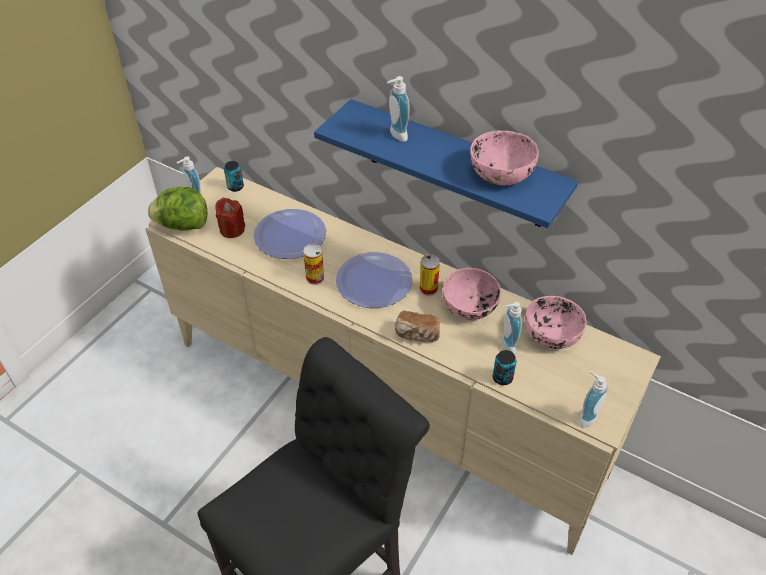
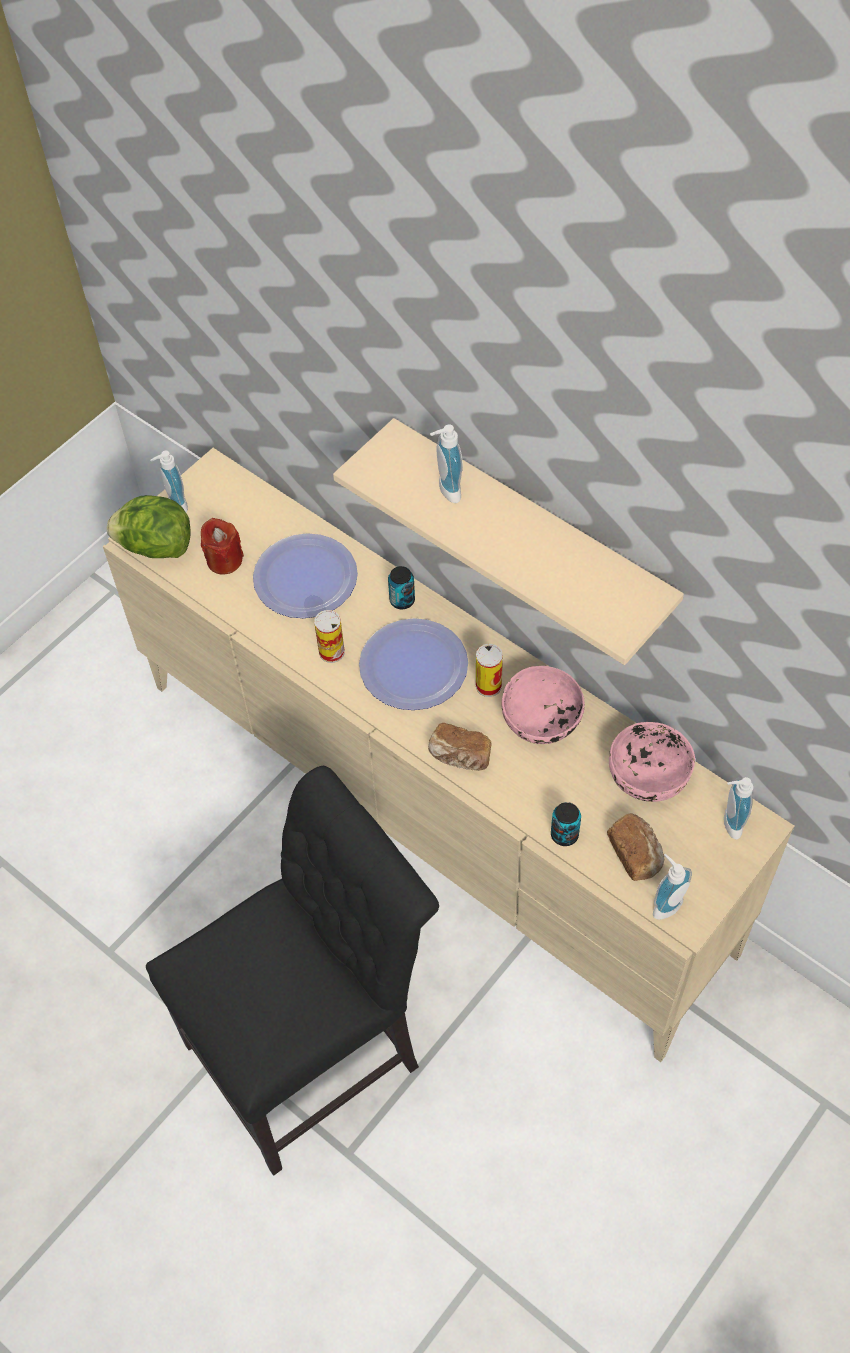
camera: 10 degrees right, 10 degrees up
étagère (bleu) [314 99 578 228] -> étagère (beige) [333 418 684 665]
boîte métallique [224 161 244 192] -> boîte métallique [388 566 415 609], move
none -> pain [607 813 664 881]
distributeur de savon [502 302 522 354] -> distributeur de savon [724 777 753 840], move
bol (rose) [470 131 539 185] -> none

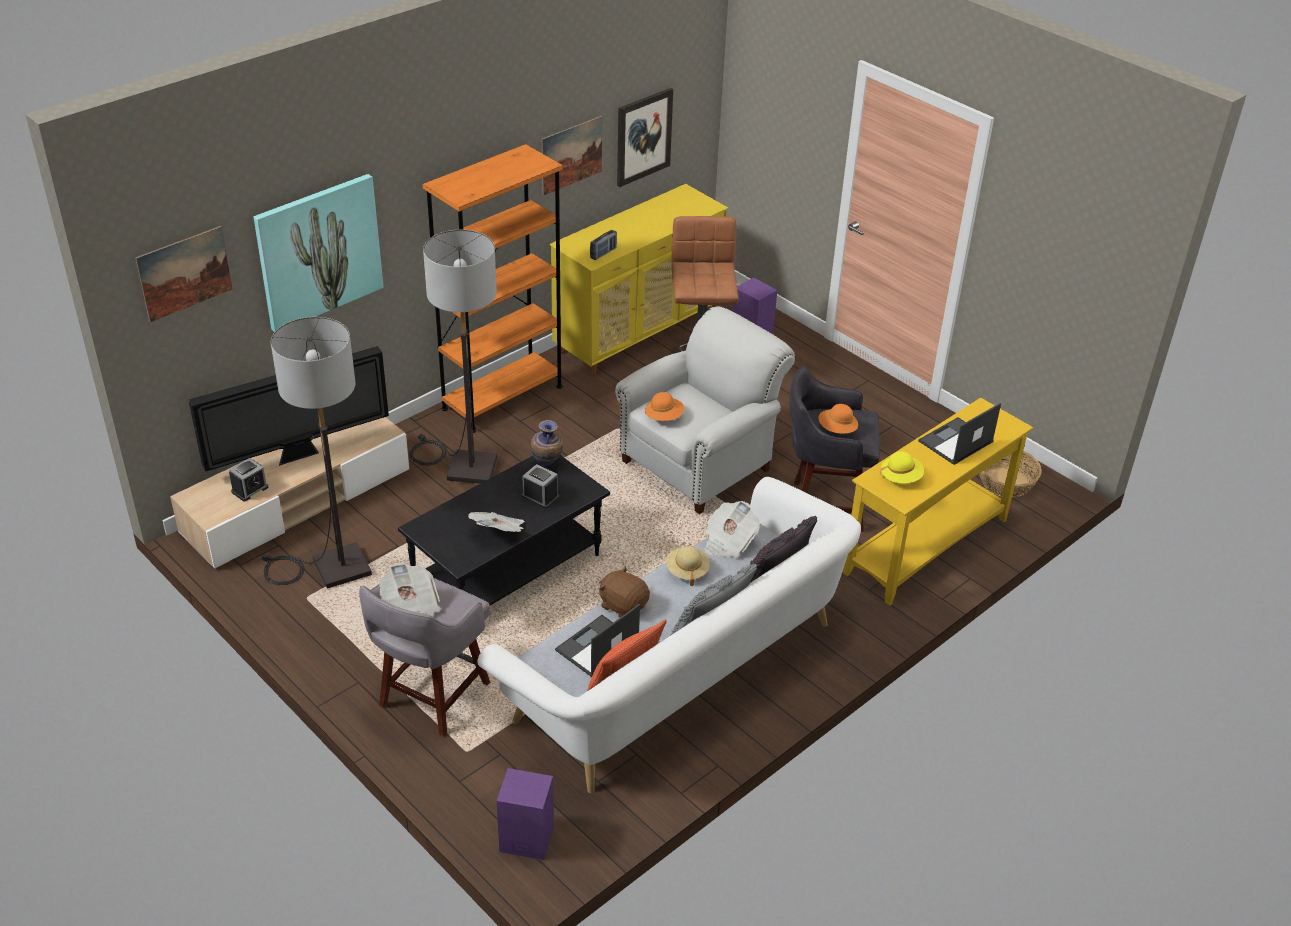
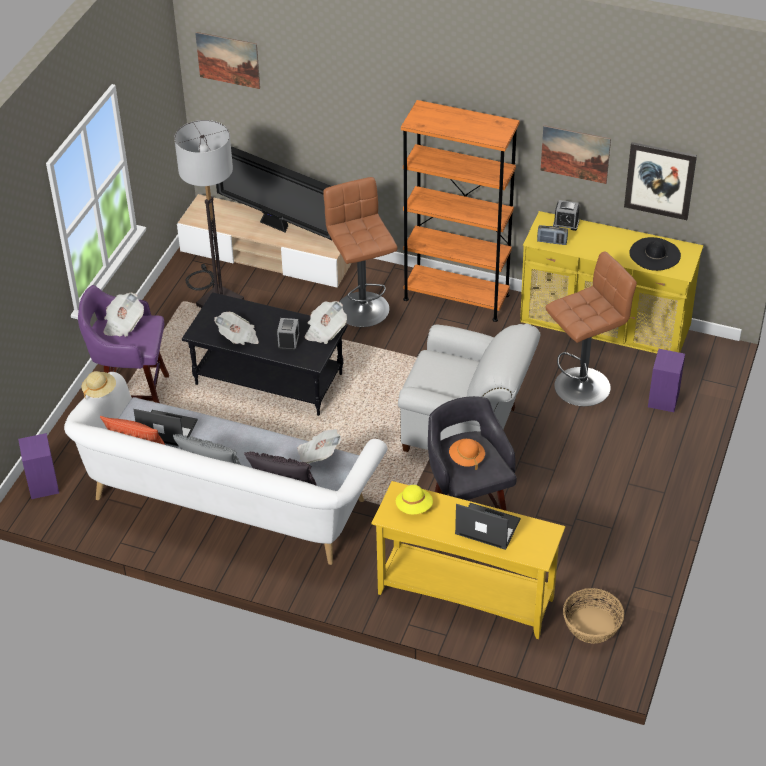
camera: 65 degrees right, 5 degrees up
tabouret (gris) [359 578 490 737] -> tabouret (violet) [78 285 169 403]
chapeau (beige) [666 546 710 586] -> chapeau (beige) [81 371 116 399], move
vase [531 420 563 466] -> journal [305 301 347 344]
lampadaire [409 230 497 484] -> tabouret (marron) [323 177 398 327]
réveil [229 458 269 501] -> réveil [553 200 580 231], move
none -> chapeau (noir) [629 237 681 271]
tableau [253 174 383 332] -> none
peluche (marron) [599 566 650 618] -> none
chapeau (orange) [645 392 684 421] -> none

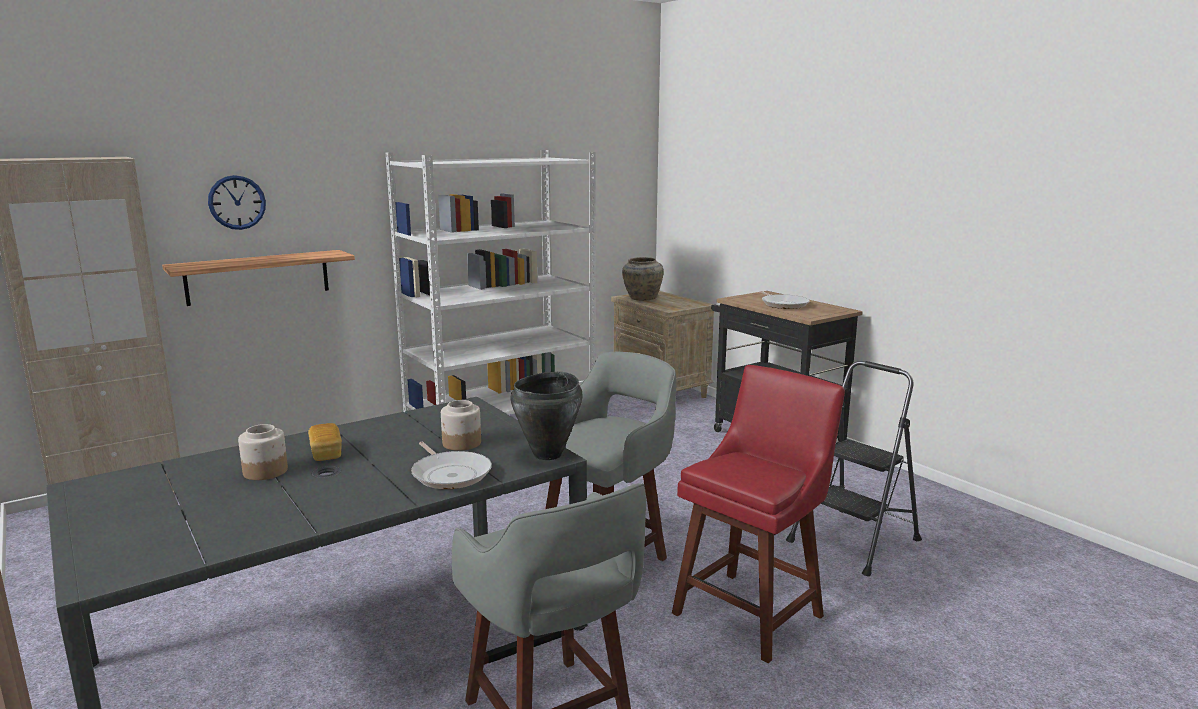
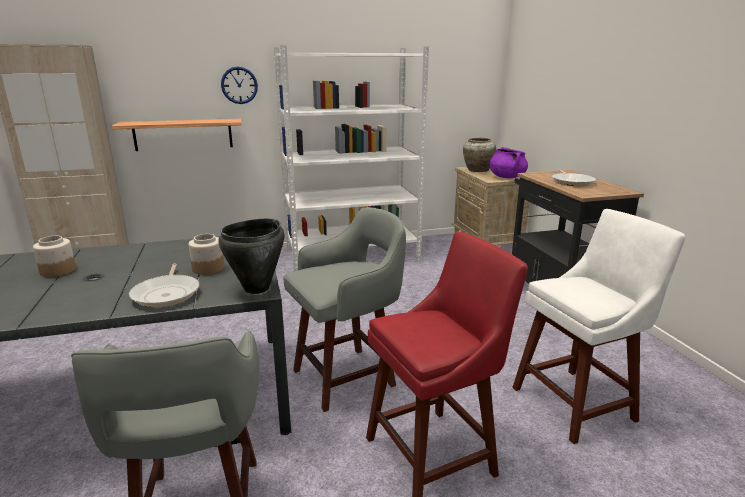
camera: 20 degrees right, 5 degrees up
horloge murale [208 175 266 230] -> horloge murale [221 67 258 104], move
none -> marmite (violet) [489 147 528 178]
escabeau (noir) [786 361 922 576] -> chaise (blanc) [512 209 685 444]
pain [308 423 342 461] -> none

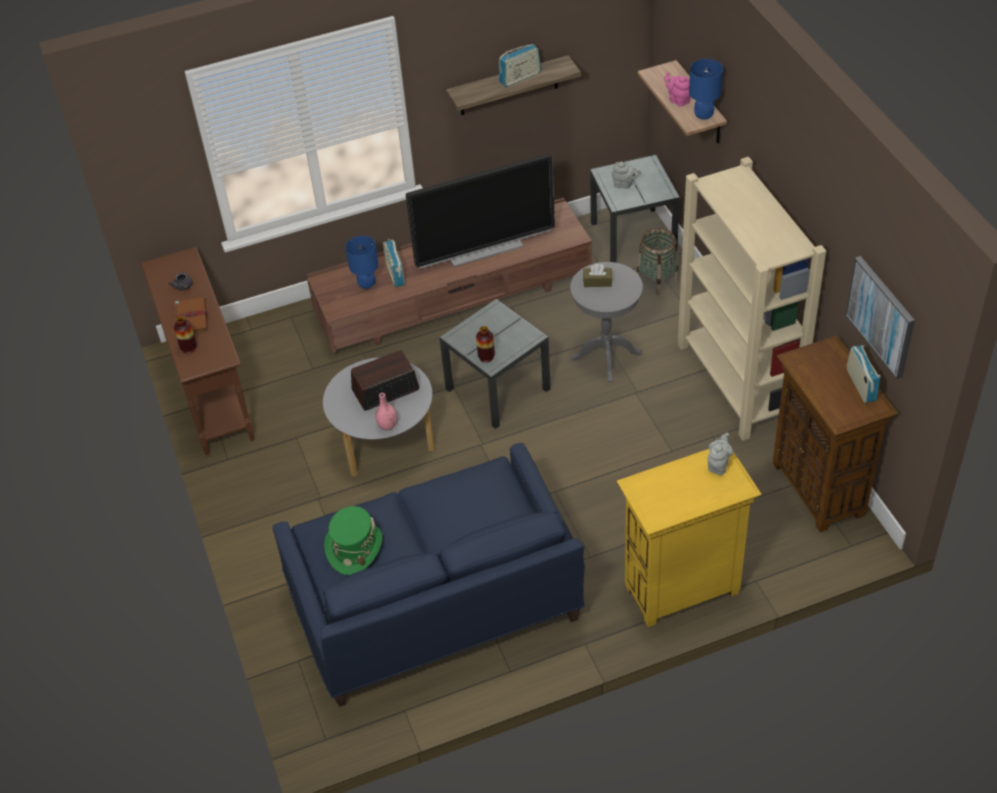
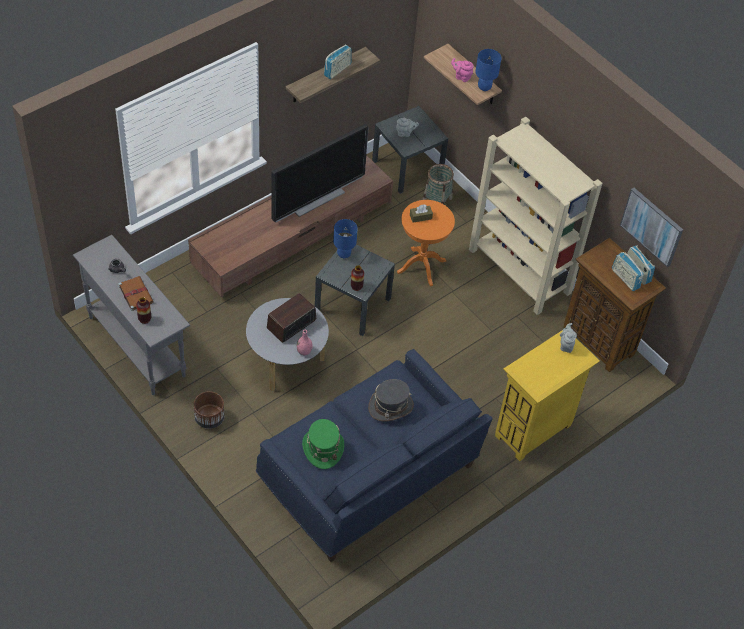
camera: 25 degrees left, 5 degrees up
table console (marron) [141 247 255 456] -> table console (gris) [73 235 190 395]
none -> cache-pot (marron) [194 391 224 429]
lampe de table (bleu) [346 236 379 289] -> lampe de table (bleu) [333 219 358 258], move
none -> chapeau (gris) [368 379 414 421]
table d'appoint (gris) [570 262 643 382] -> table d'appoint (orange) [397 200 455 286]
radio [383 239 405 287] -> radio [612 252 644 291], move

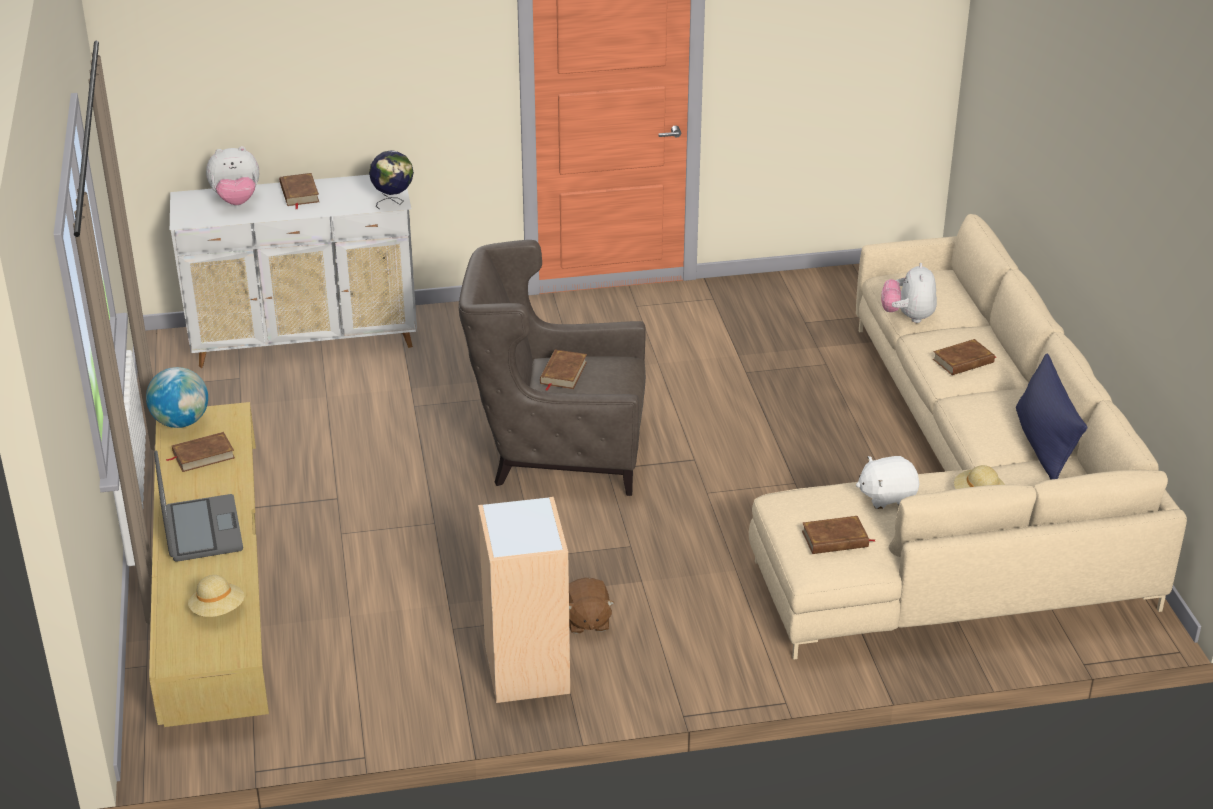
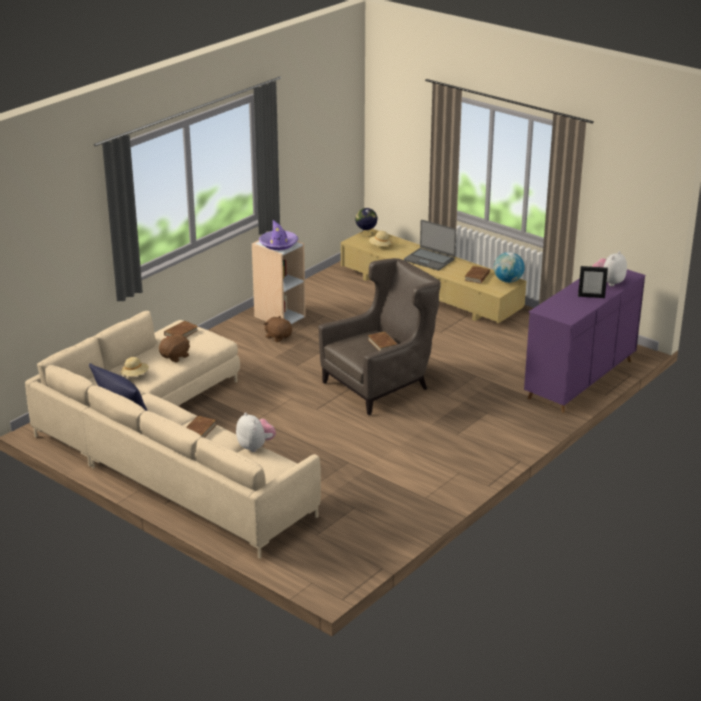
camera: 140 degrees right, 5 degrees down
peluche (blanc) [856 456 919 509] -> peluche (marron) [159 333 190 363]
none -> chapeau (violet) [259 220 298 250]
globe [369 150 414 209] -> globe [355 208 378 237], move
meuble de rangement (blanc) [170 175 417 369] -> meuble de rangement (violet) [524 269 646 413]
livre (marron) [280 173 319 210] -> cadre photo [578 266 608 298]

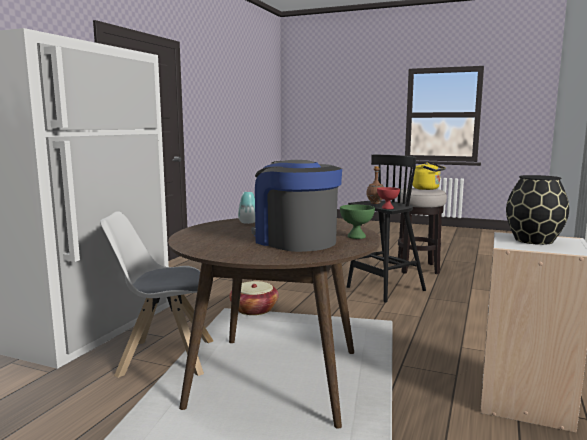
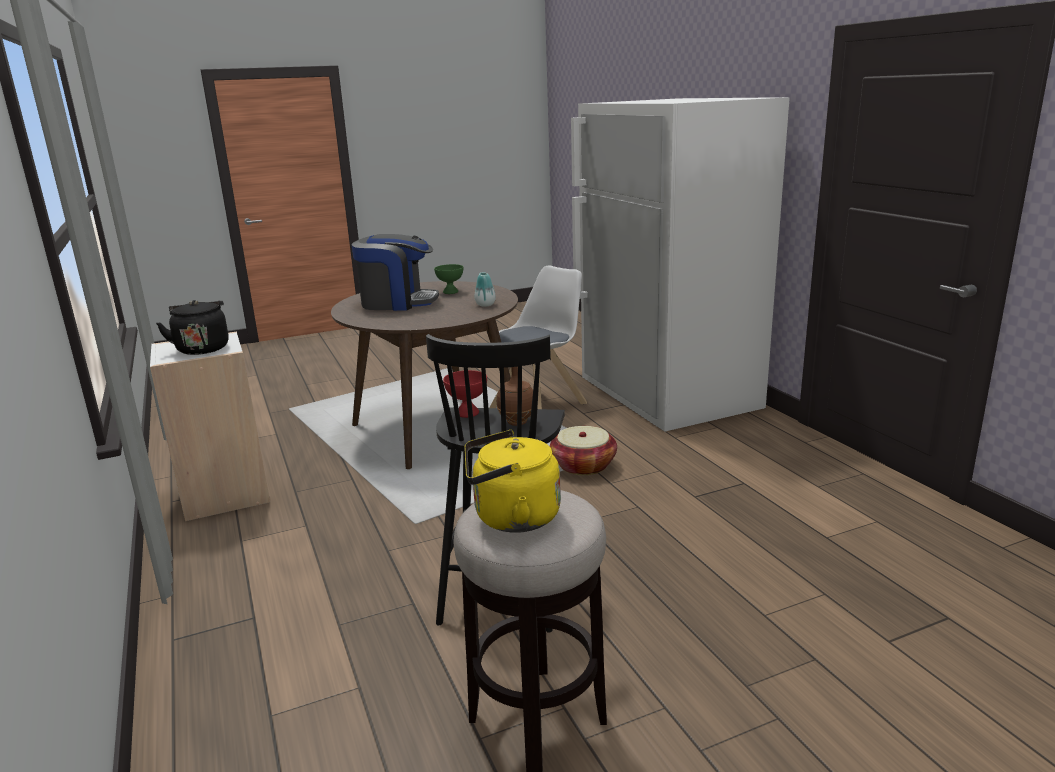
camera: 135 degrees right, 10 degrees up
vase (noir) [506 175 569 245] -> bouilloire (noir) [156 300 229 355]
bol (vert) [340 205 375 239] -> bol (vert) [434 264 464 294], move

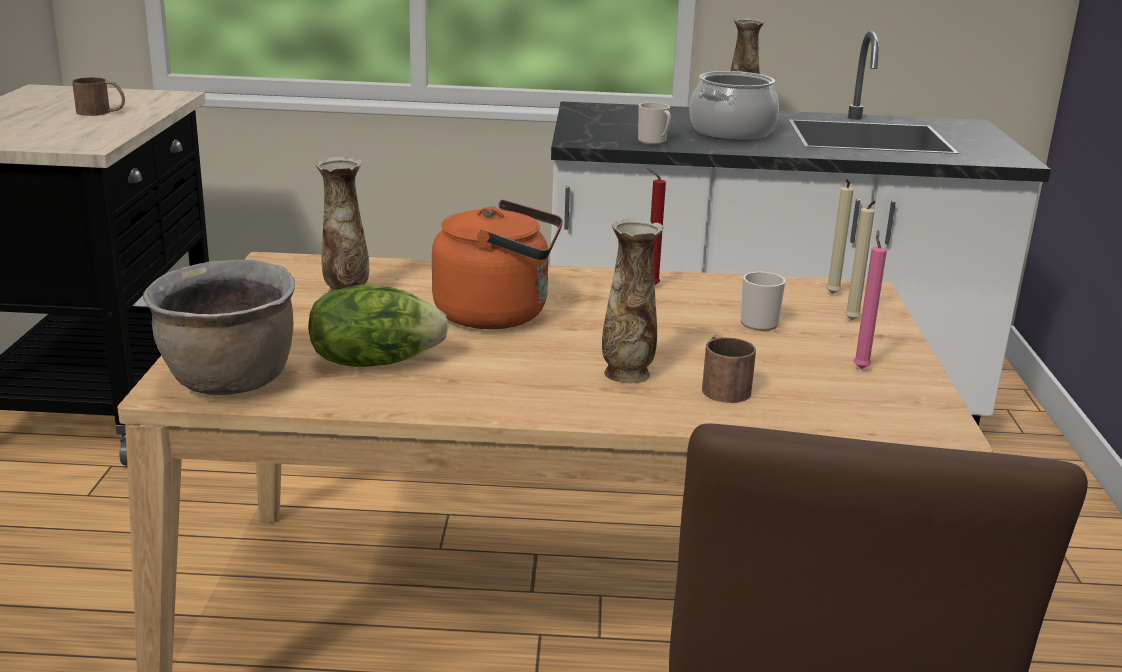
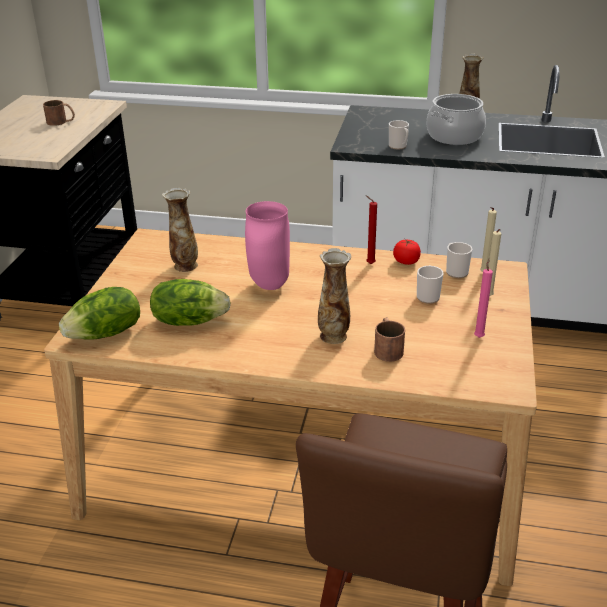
camera: 10 degrees right, 10 degrees up
marmite (marron) [143 260 295 395] -> laitue [59 287 140 340]
bouilloire (orange) [432 200 563 329] -> vase (rose) [245 201 290 290]
none -> tomate [393 239 421 265]
none -> mug [446 242 472 278]

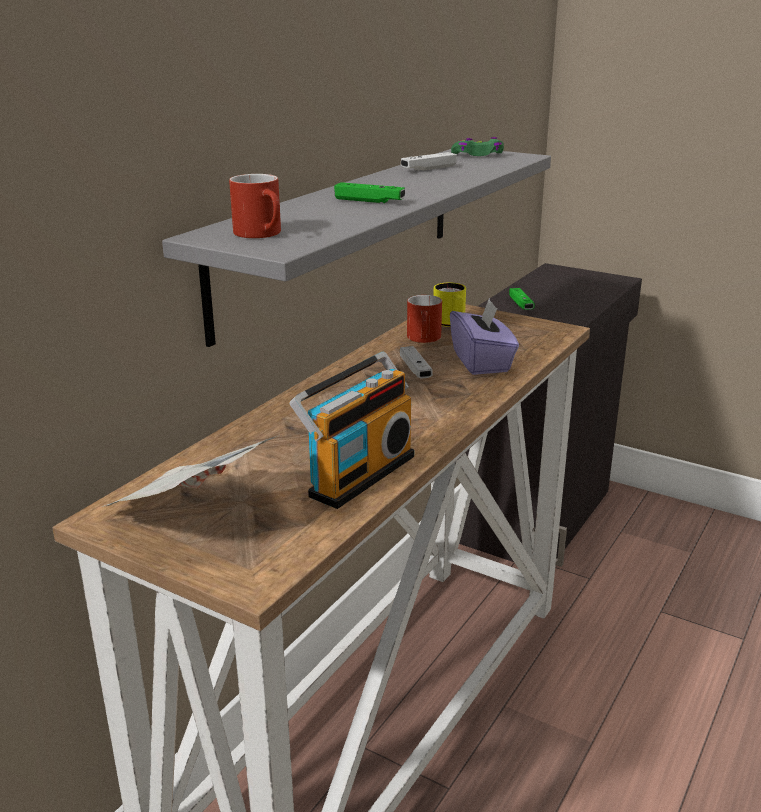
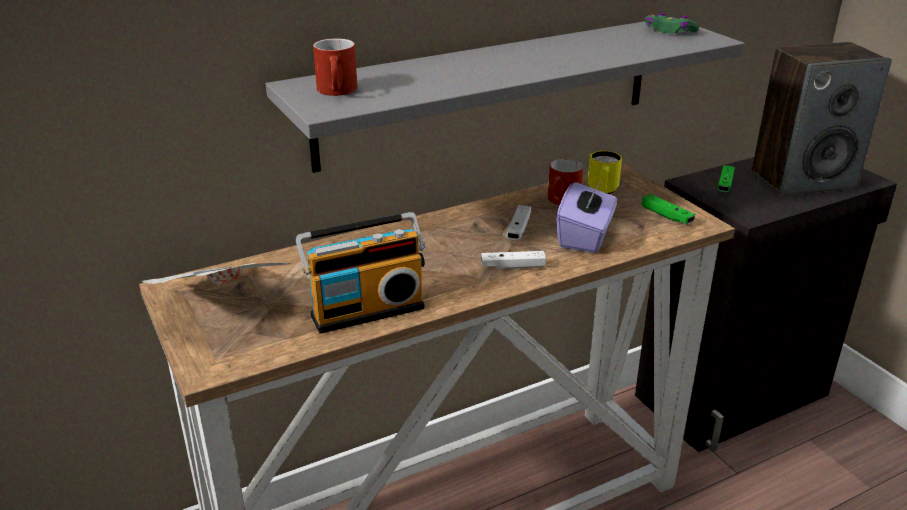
camera: 30 degrees right, 5 degrees up
manette (blanc) [401 152 457 171] -> manette (blanc) [481 251 546 269], move
manette (vert) [334 182 405 203] -> manette (vert) [642 194 695 224], move
none -> enceinte [752 42 892 197]

